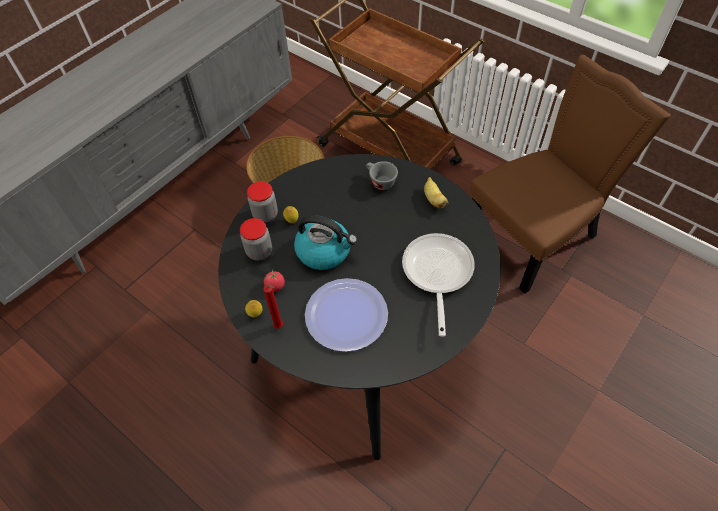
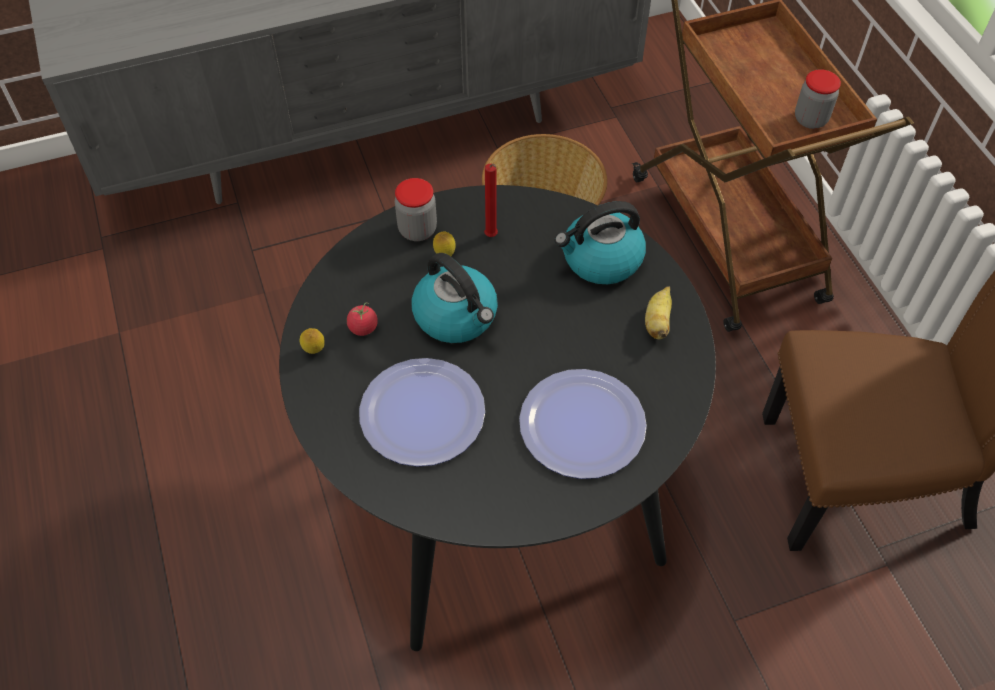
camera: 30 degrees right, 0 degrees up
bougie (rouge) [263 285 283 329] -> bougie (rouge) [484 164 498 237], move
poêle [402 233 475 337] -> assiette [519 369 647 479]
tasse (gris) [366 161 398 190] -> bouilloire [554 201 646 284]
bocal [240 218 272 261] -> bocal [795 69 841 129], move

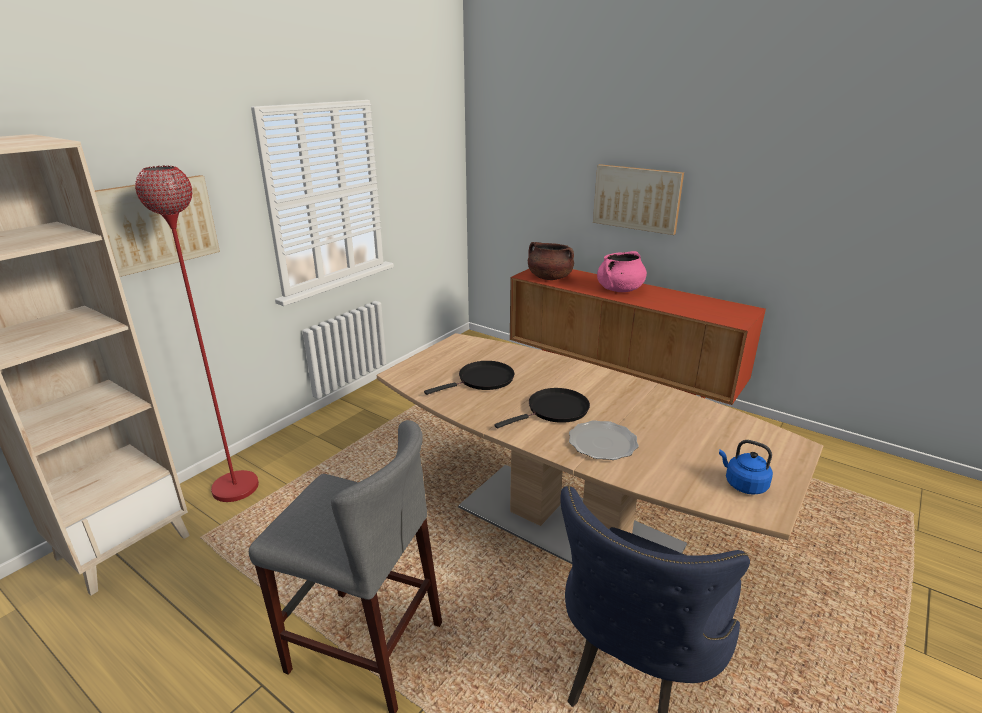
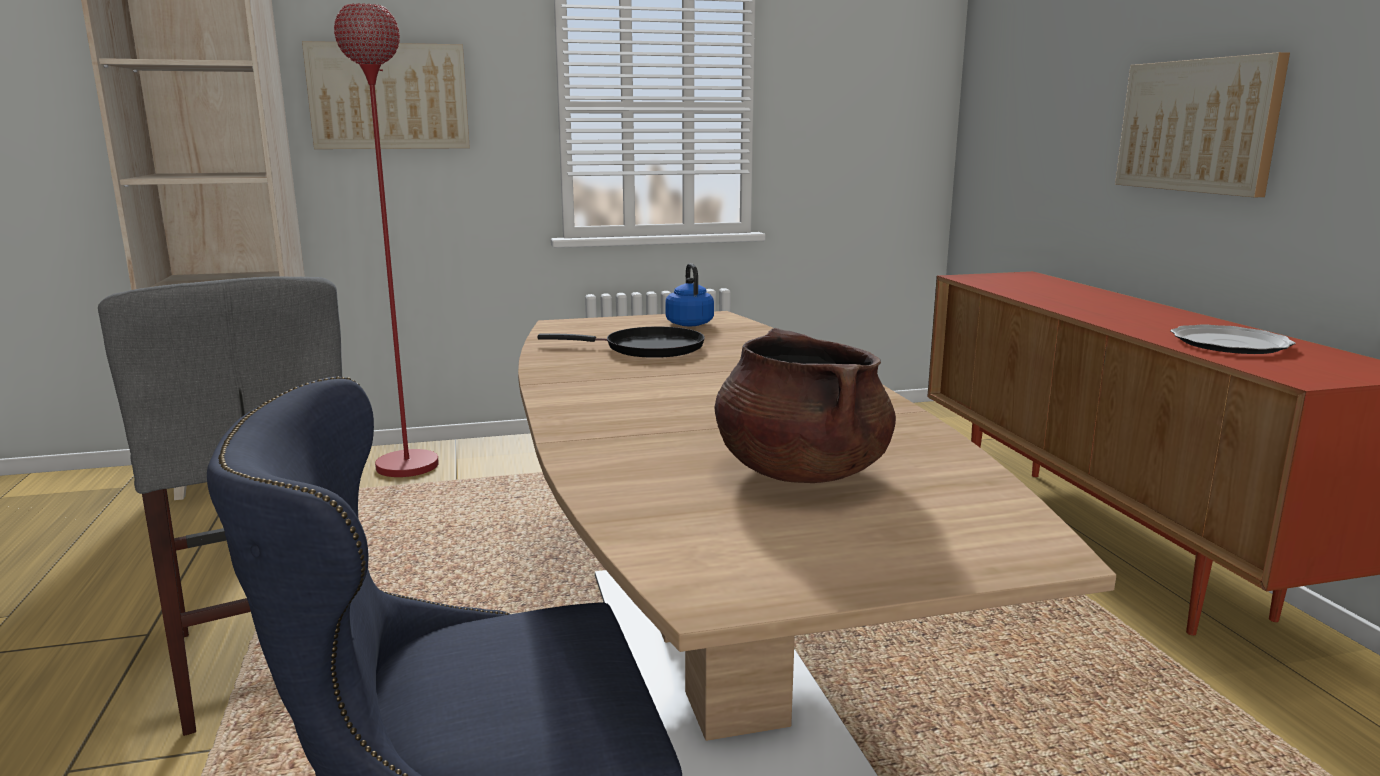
camera: 40 degrees right, 10 degrees down
bouilloire (bleu) [719 440 773 495] -> bouilloire (bleu) [665 263 714 326], move
marmite (marron) [528 242 574 280] -> marmite (marron) [714 328 896 483], move
assiette [569 420 639 460] -> assiette [1170 324 1296 354], move
poêle (noir) [494 388 590 429] -> none
marmite (rose) [597 251 647 292] -> none

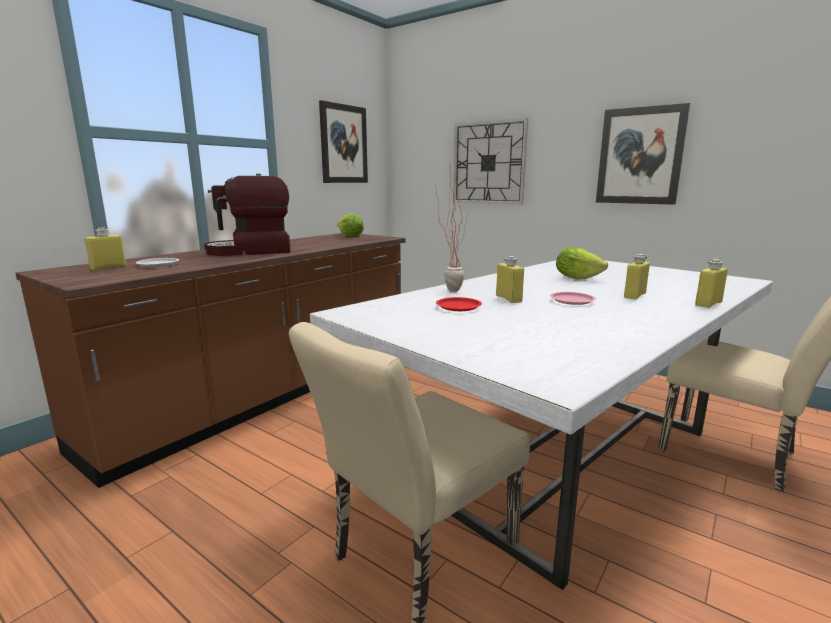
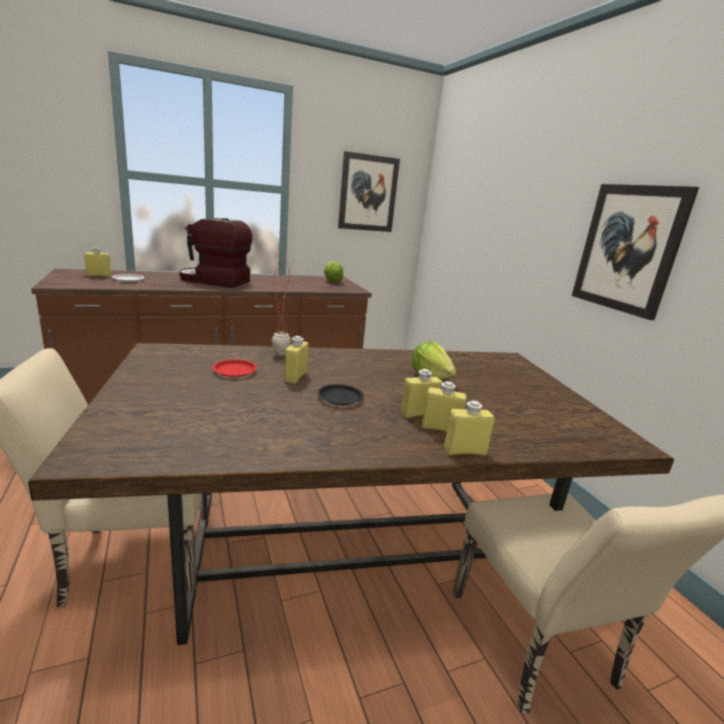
camera: 30 degrees right, 5 degrees up
table à manger (blanc) [310 260 773 590] -> table à manger (marron) [28 343 674 645]
assiette (rose) [550 292 596 305] -> assiette (noir) [318 384 364 405]
none -> bouteille (jaune) [421 381 466 432]
horloge murale [453 118 528 205] -> none

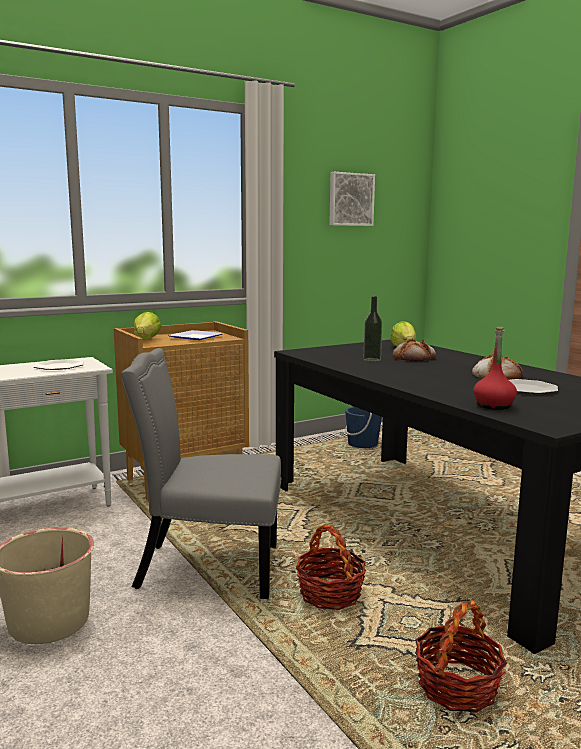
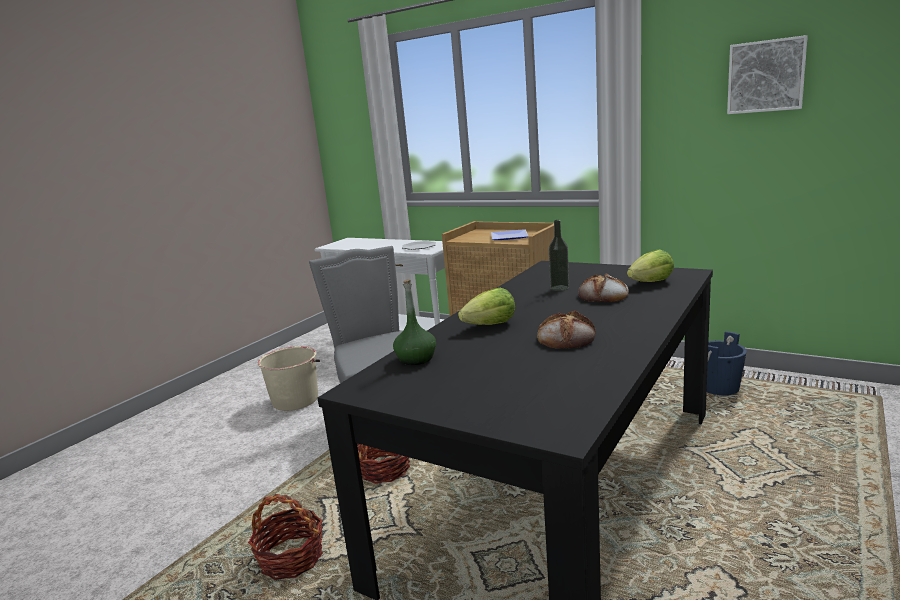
camera: 65 degrees right, 5 degrees up
bouteille (rouge) [473 327 517 410] -> bouteille (vert) [393 279 436 365]
laitue [134 312 161 339] -> laitue [458 288 515 325], move
assiette [509 379 558 394] -> none

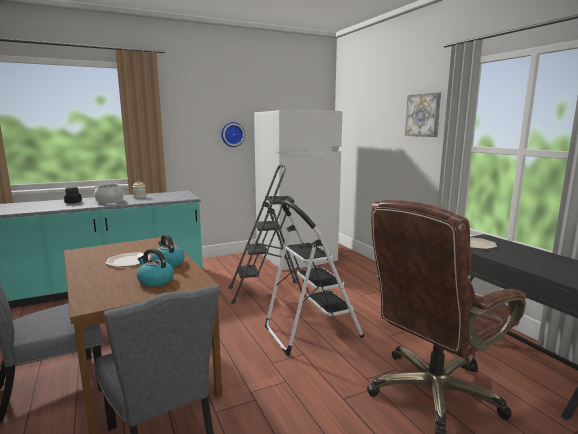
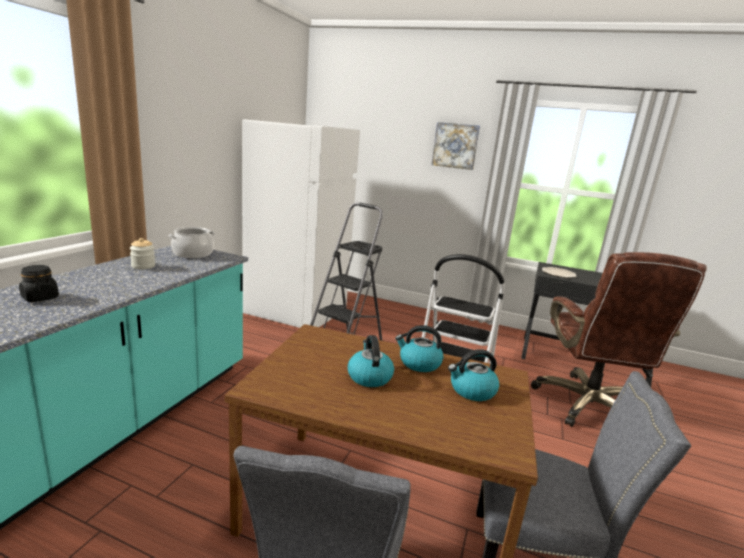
camera: 45 degrees left, 5 degrees up
marmite [94 184 124 203] -> marmite [169 227 215 258], move
assiette [105 252 151 267] -> bouilloire [348 335 394 387]
horloge murale [221 122 245 147] -> none

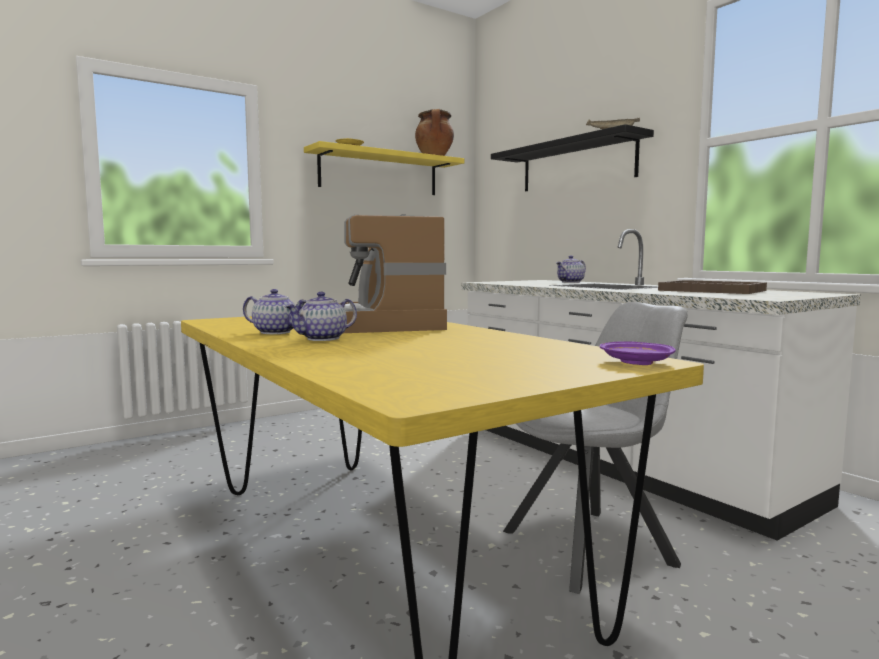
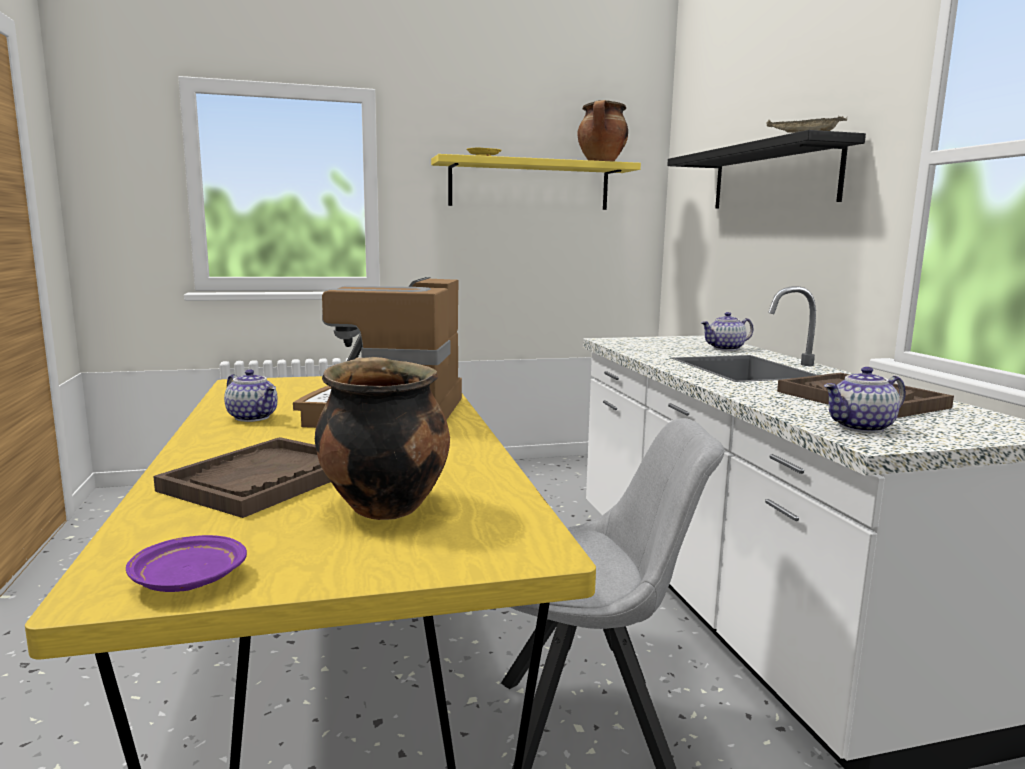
camera: 20 degrees right, 5 degrees up
assiette (violet) [600 341 676 365] -> assiette (violet) [126 535 247 592], move
none -> plateau (marron) [153 437 331 518]
none -> marmite [315 357 450 520]
théière [284 292 357 341] -> théière [824 367 906 433], move

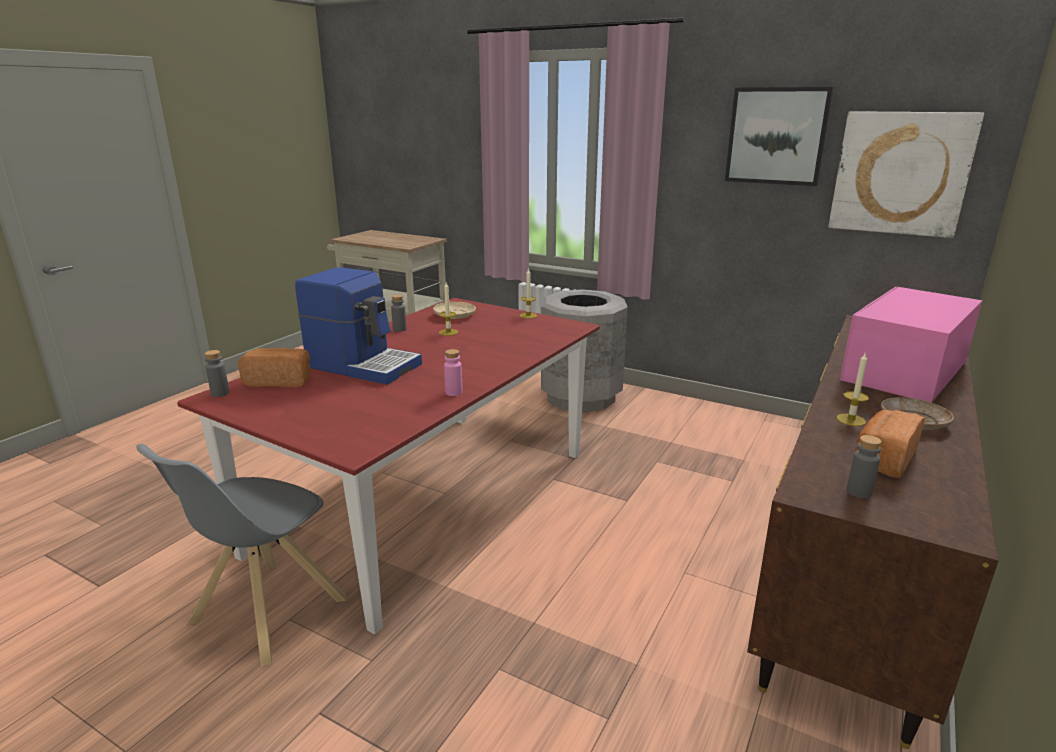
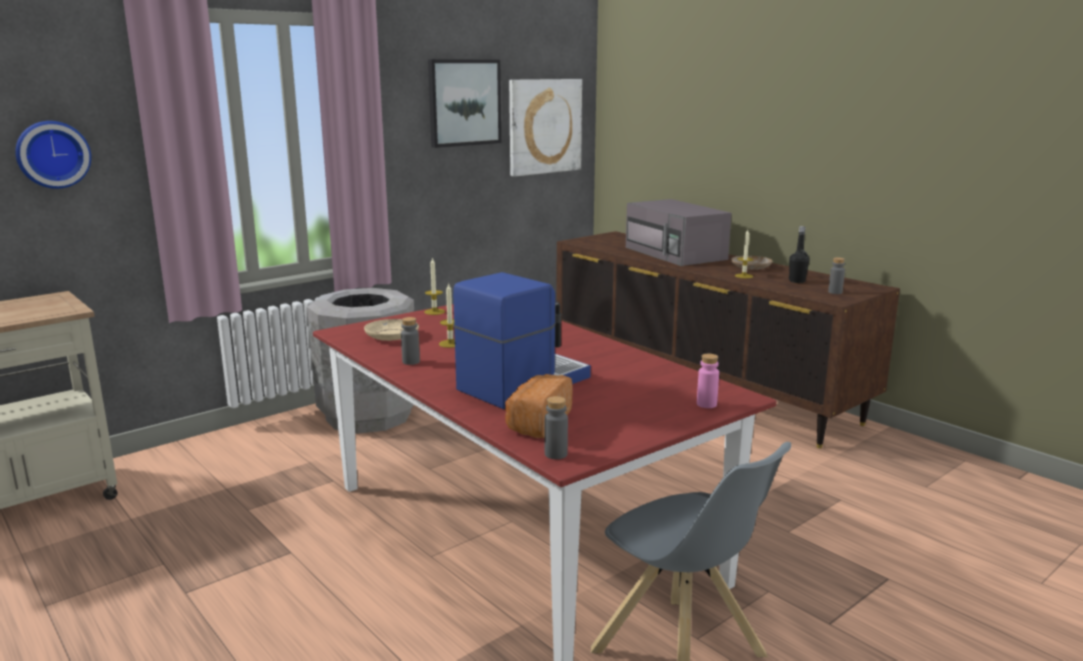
camera: 70 degrees left, 5 degrees down
none -> horloge murale [15 121 91 189]
micro-ondes (rose) [840 287 983 403] -> micro-ondes (gris) [626 199 732 266]
bouteille (rose) [444 349 463 396] -> bouteille (rose) [697 354 719 408], move
pain [855 410 925 478] -> bouteille (noir) [789 226 809 283]

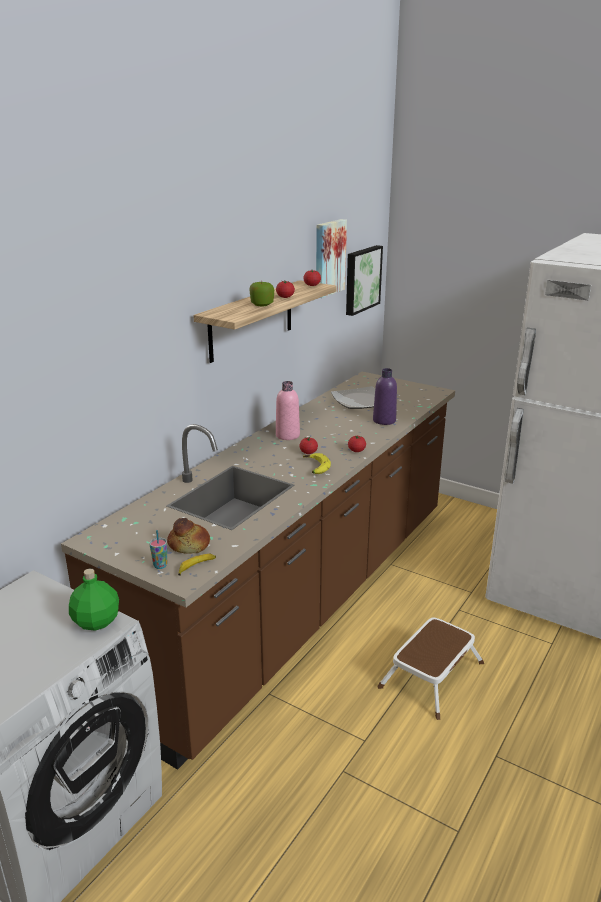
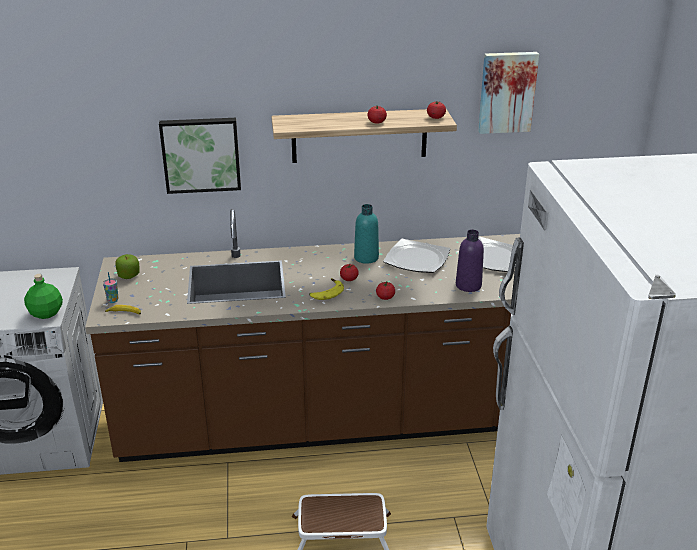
camera: 50 degrees right, 5 degrees up
pomme [249 281 274 306] -> pomme [115 254 140 279], move
tableau [346 245 383 316] -> tableau [159 118 241 194], move
bouteille (rose) [276 381 300 440] -> bouteille (turquoise) [354 204 379 264]
none -> assiette [383 239 450 273]
pain [167 518 210 554] -> none

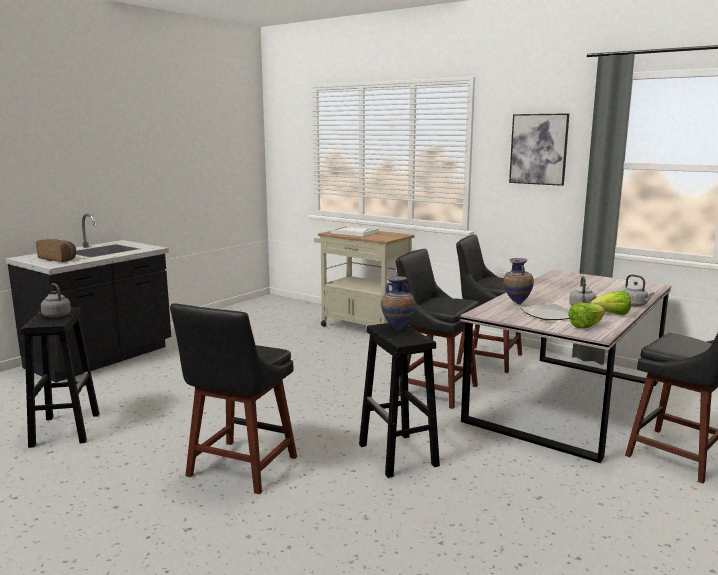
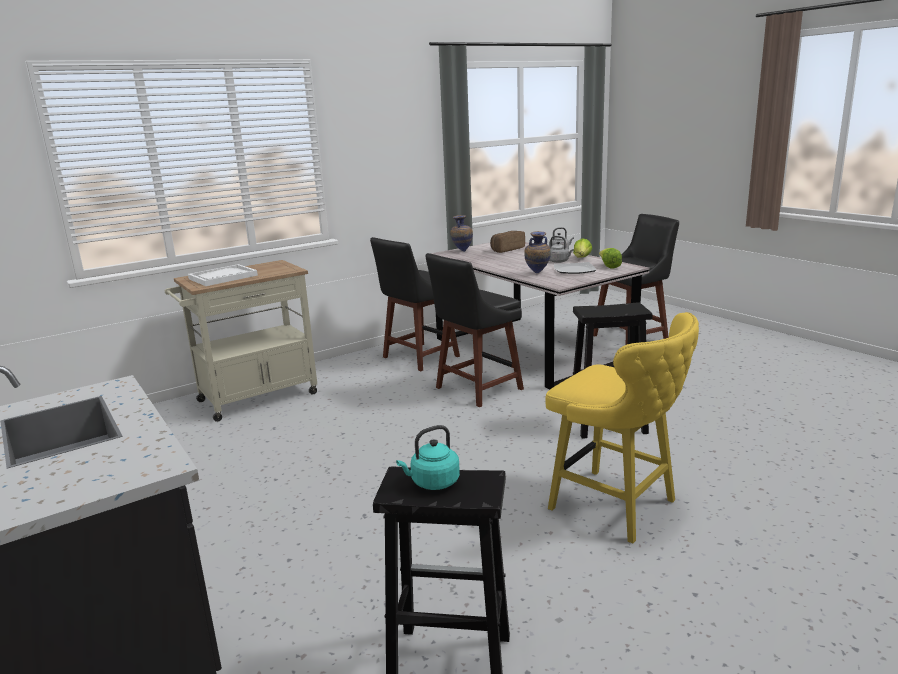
camera: 70 degrees left, 5 degrees up
bouilloire (gris) [41 283 71 318] -> bouilloire (turquoise) [396 425 460 490]
vase [381 277 415 331] -> vase [450 215 473 252], move
pain [36 239 76 262] -> pain [490 231 525 253], move
chaise (noir) [170 303 297 494] -> tabouret (jaune) [545 312 699 543]
tableau [509 113 569 186] -> none

